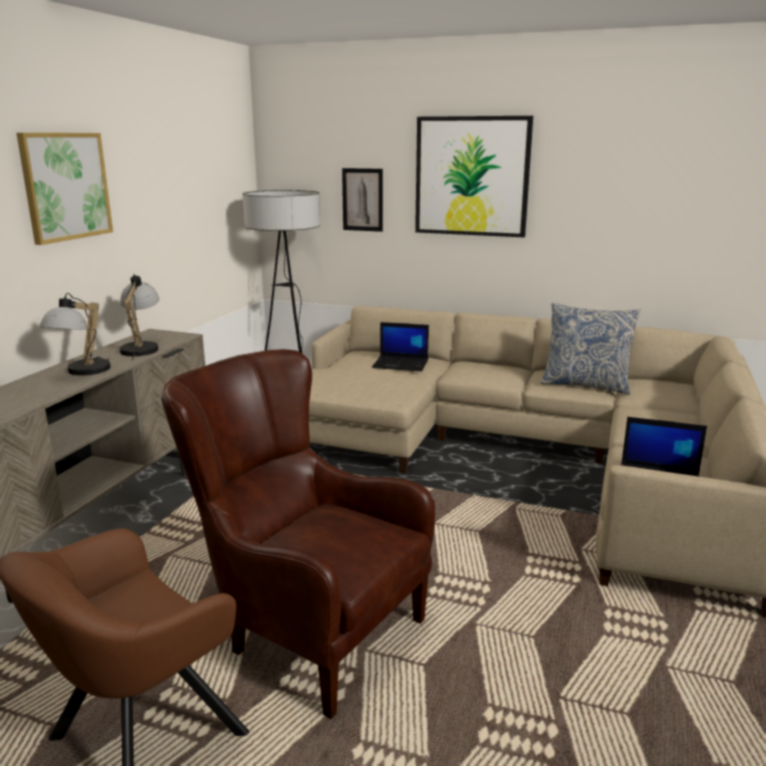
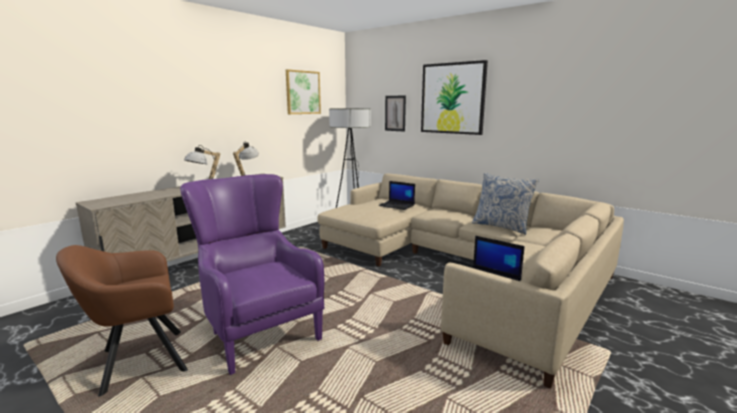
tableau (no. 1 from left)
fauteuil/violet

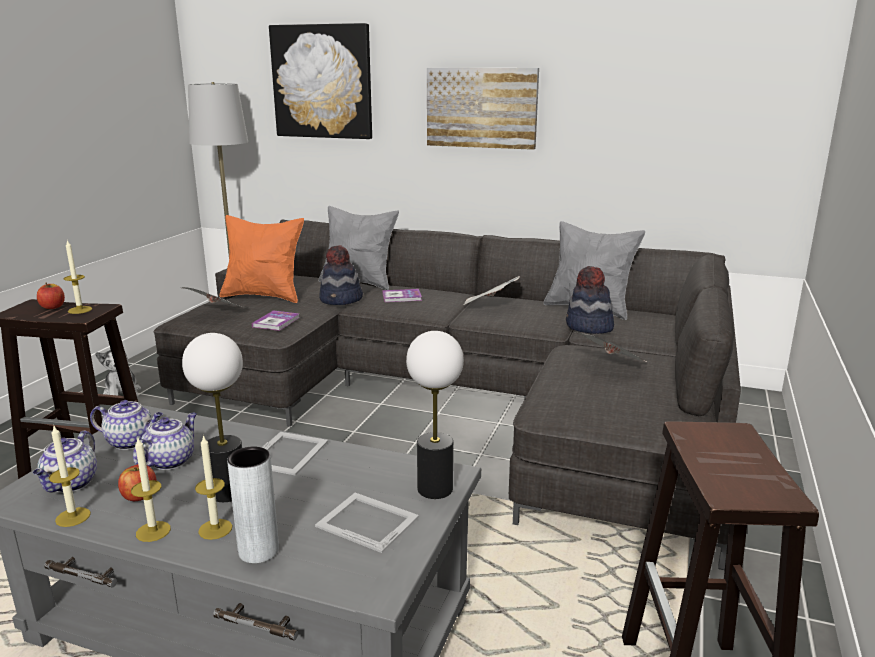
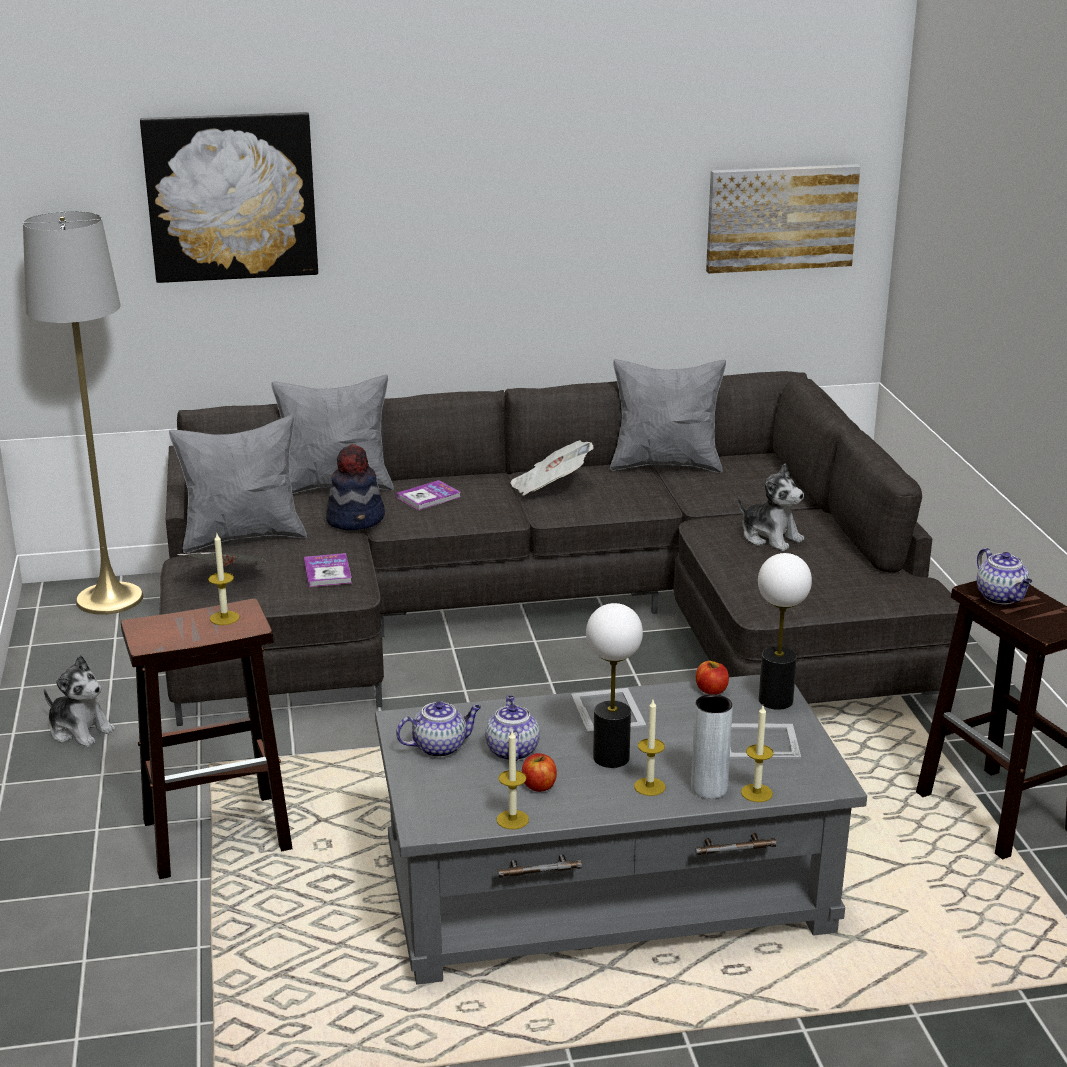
théière (no. 3 from left)
pomme (no. 2 from left)
bougie (no. 4 from left)
coussin/gris (no. 1 from left)
tableau (no. 2 from left)
chapeau (no. 2 from left in the first image)
peluche (no. 2 from left)

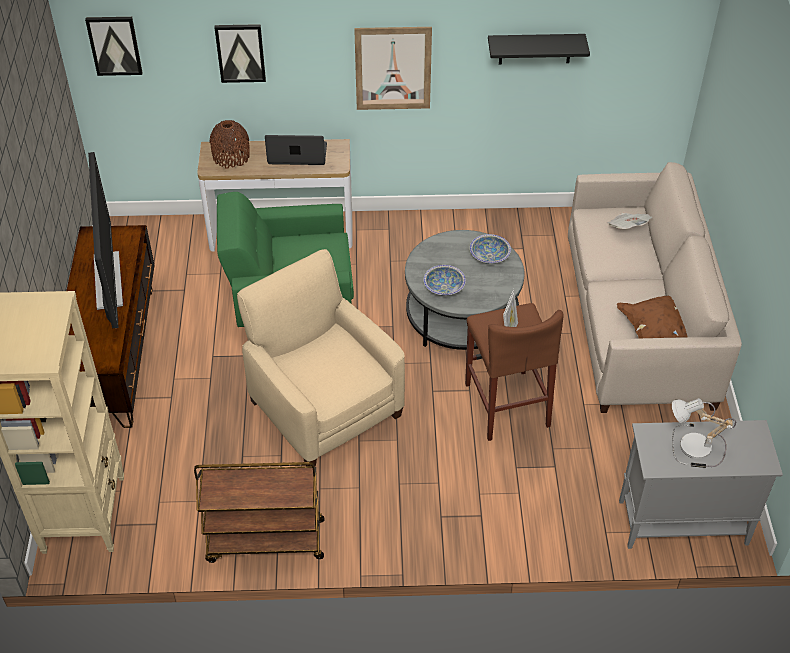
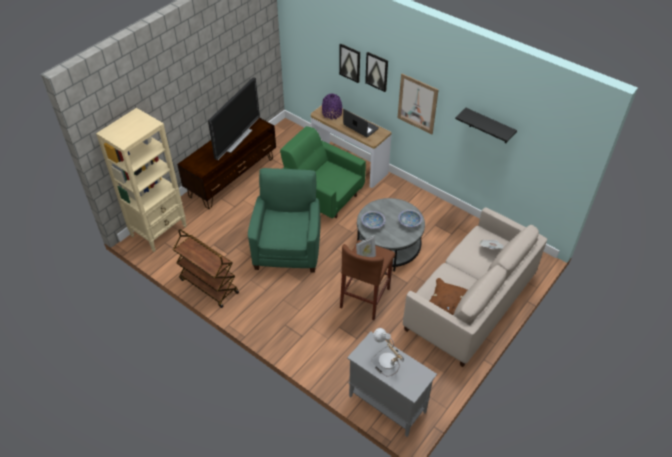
tableau (no. 2 from left)
vase/violet
fauteuil/vert (no. 1 from left)

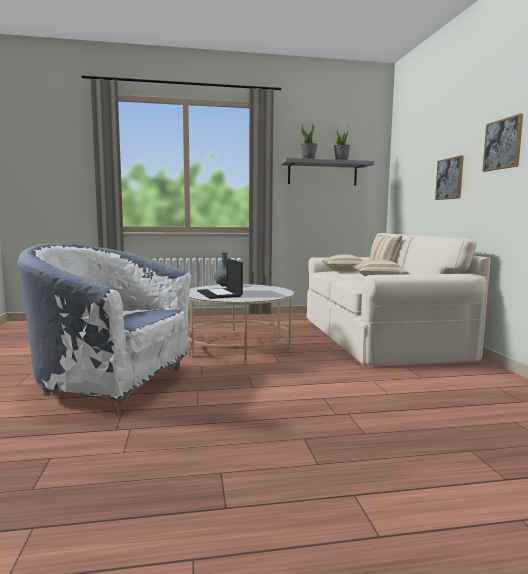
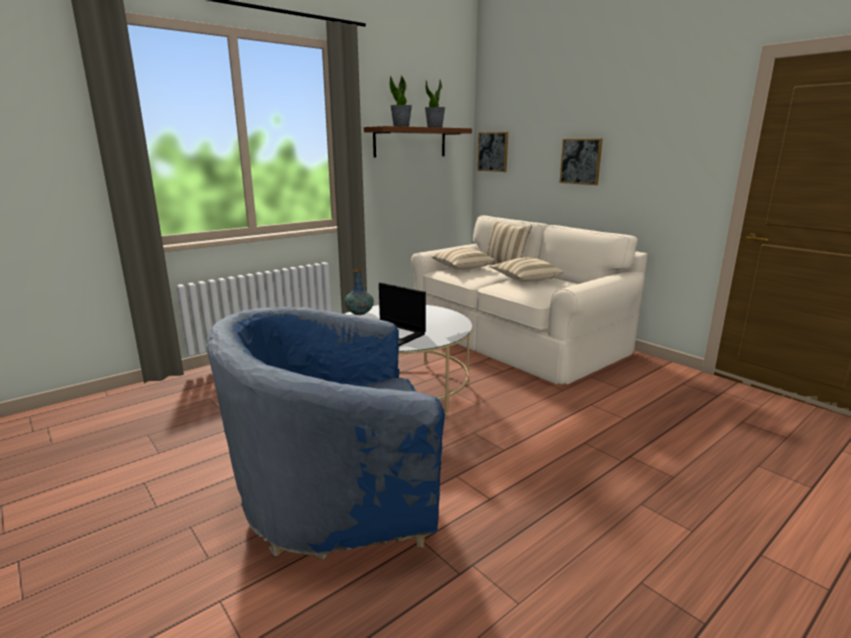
fauteuil/bleu
étagère/marron
tableau (no. 1 from left)

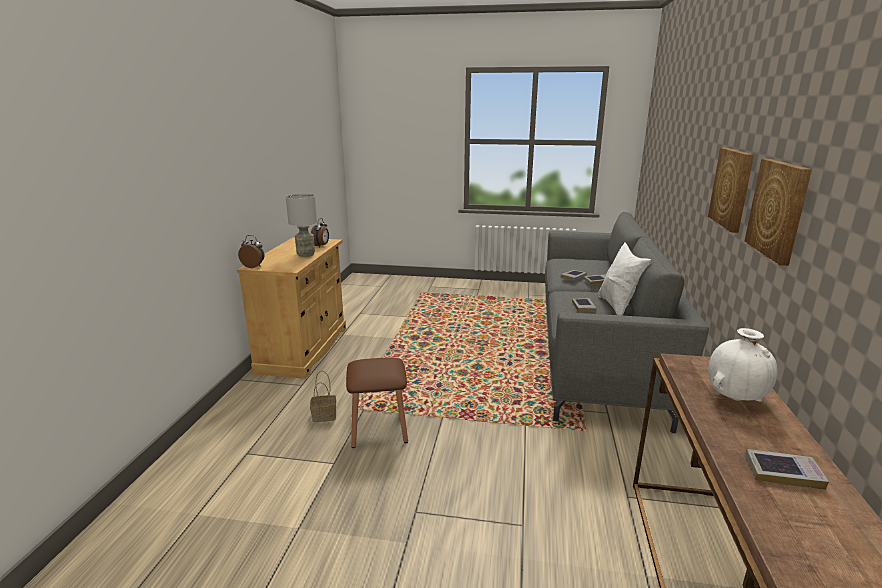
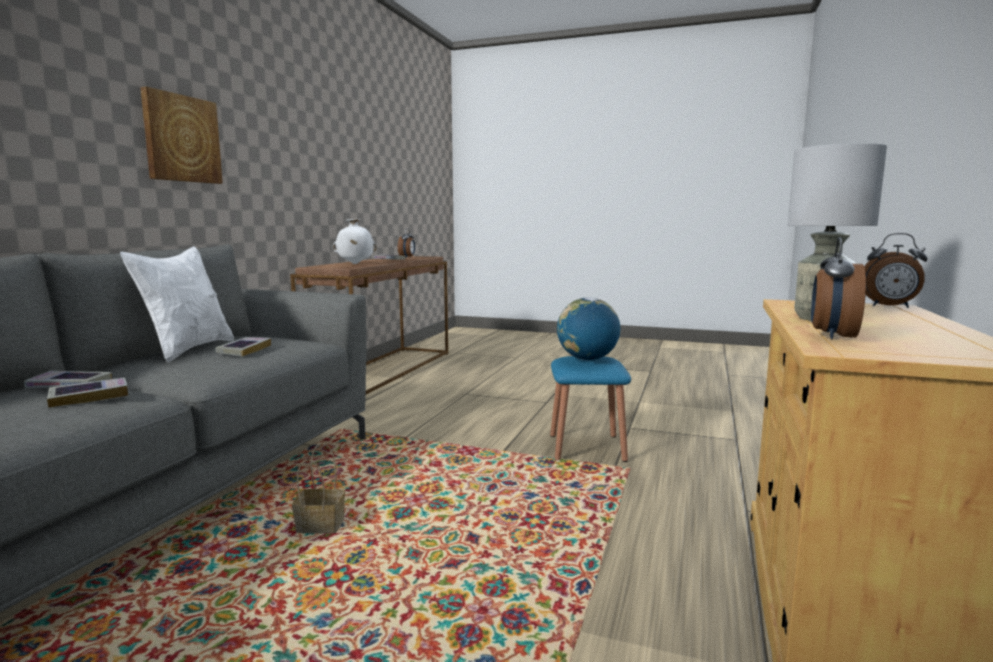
panier
tabouret/bleu
tableau (no. 2 from left in the first image)
réveil (no. 1 from left)
globe

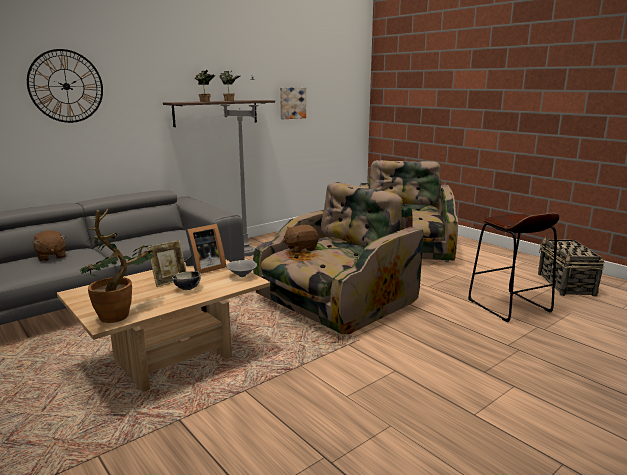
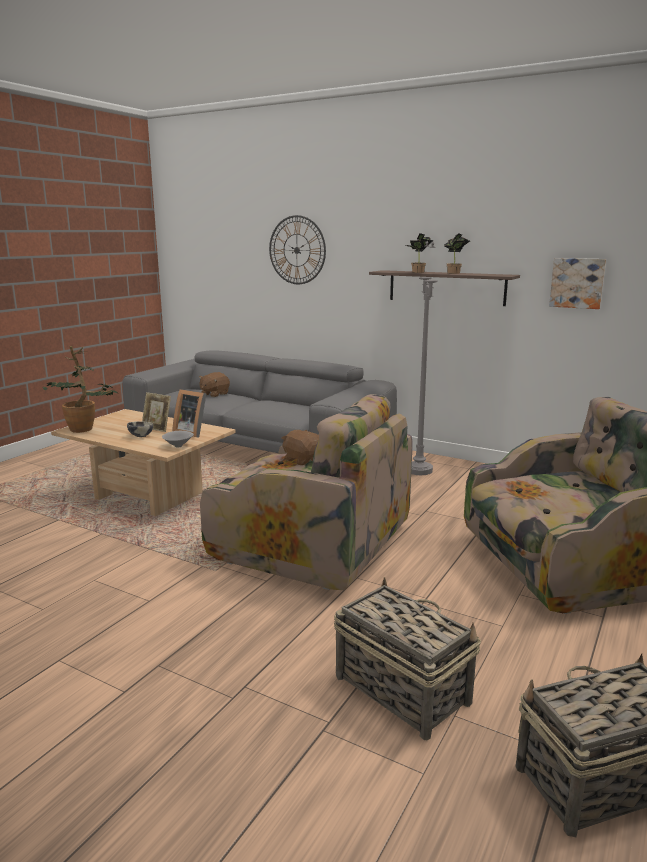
panier (no. 1 from left)

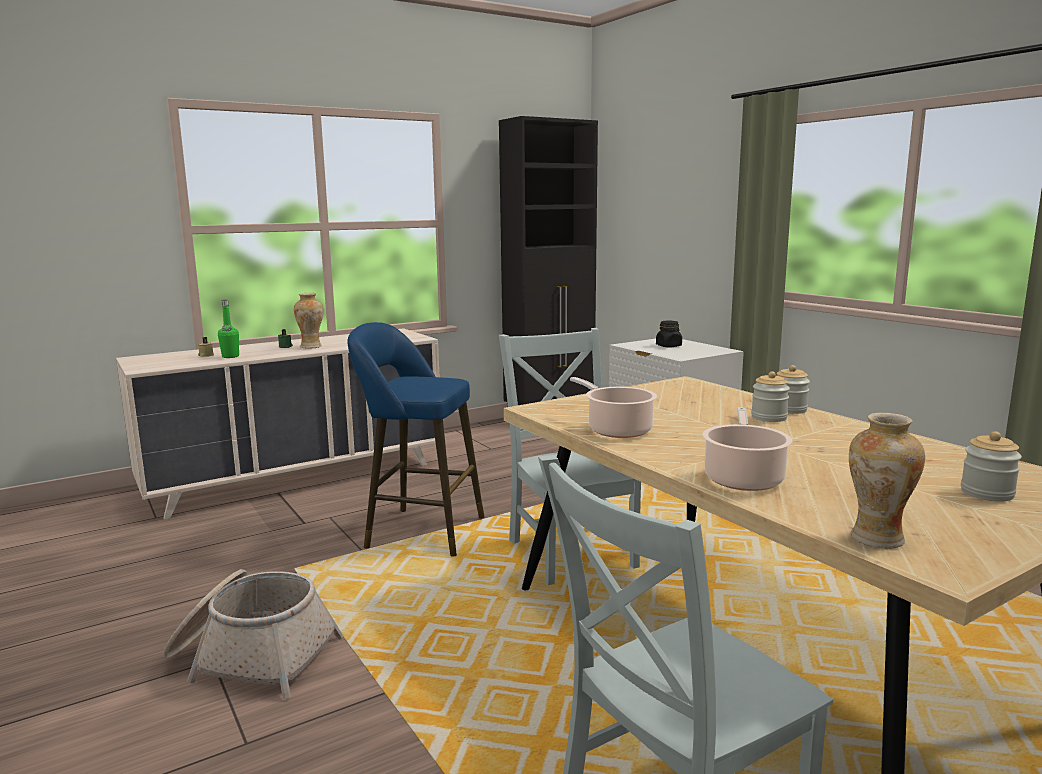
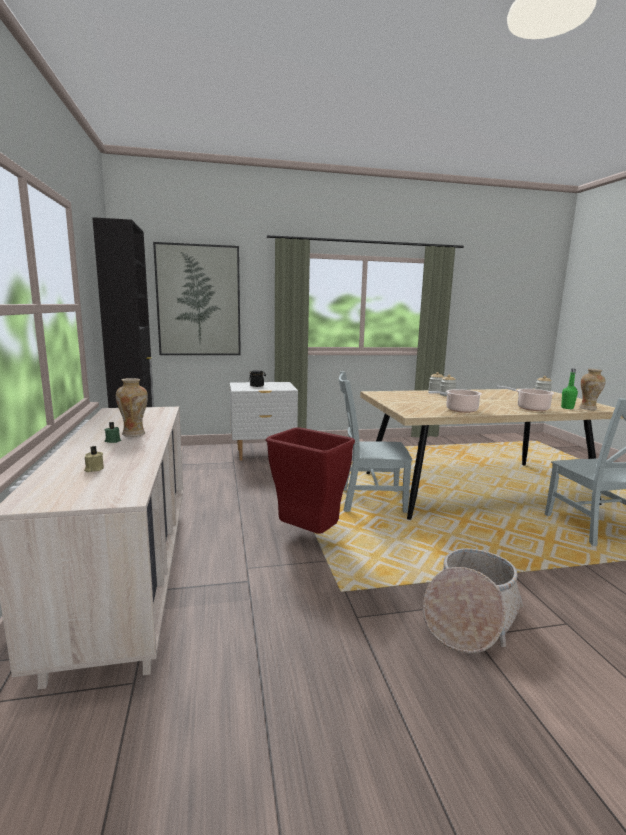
bouteille/vert
poubelle/rouge
tableau

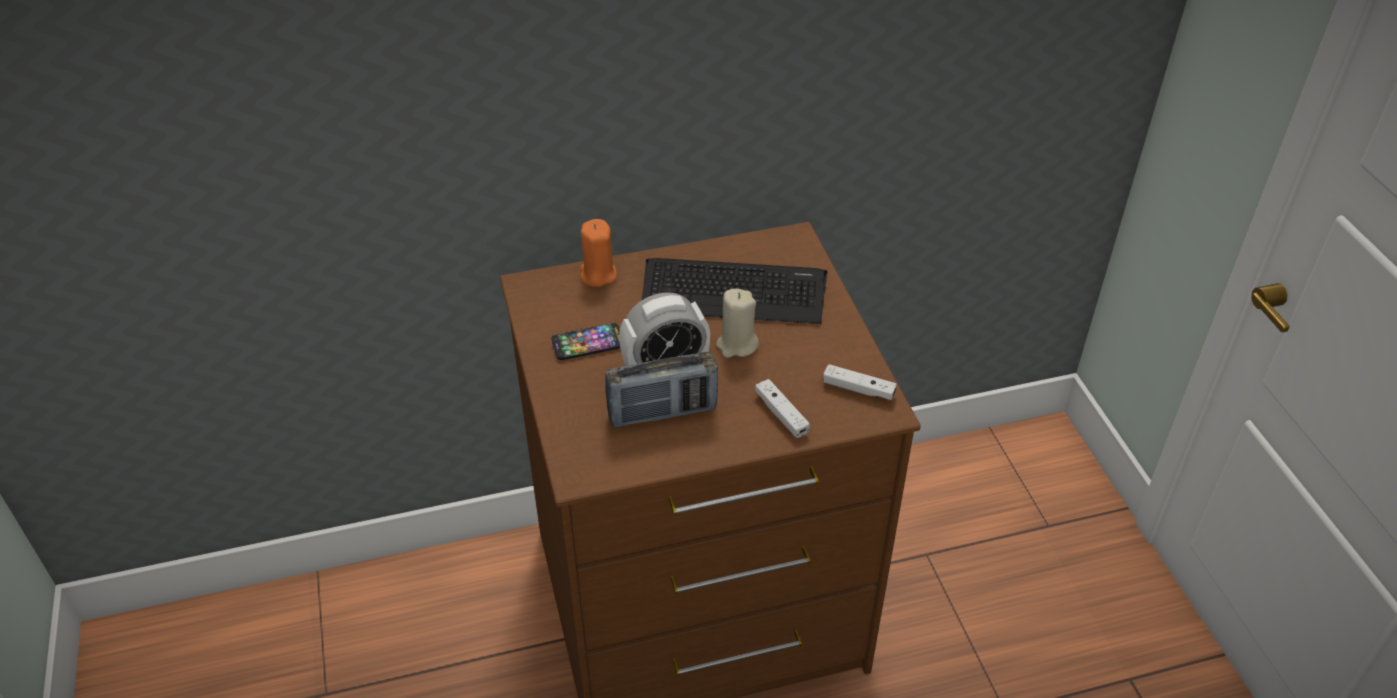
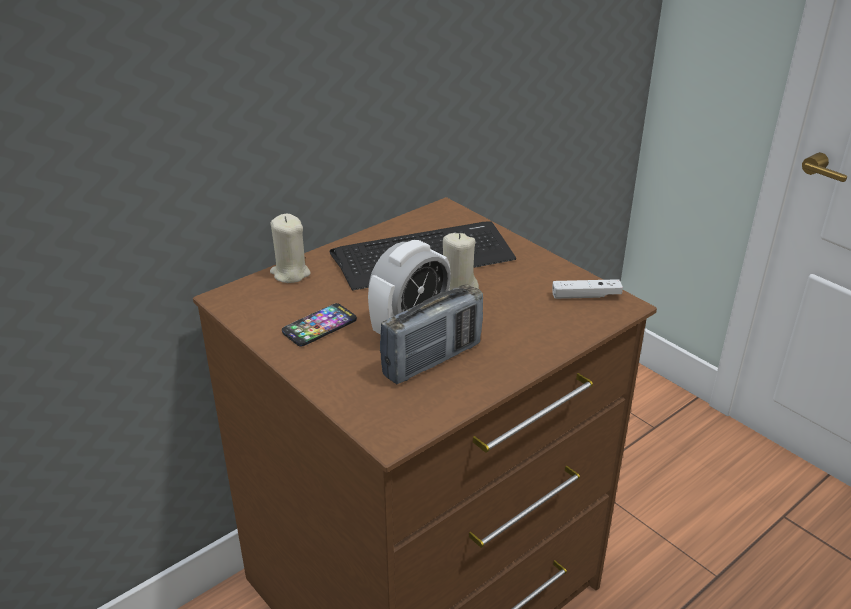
bougie/beige (no. 1 from left)
manette/blanc (no. 1 from left in the first image)

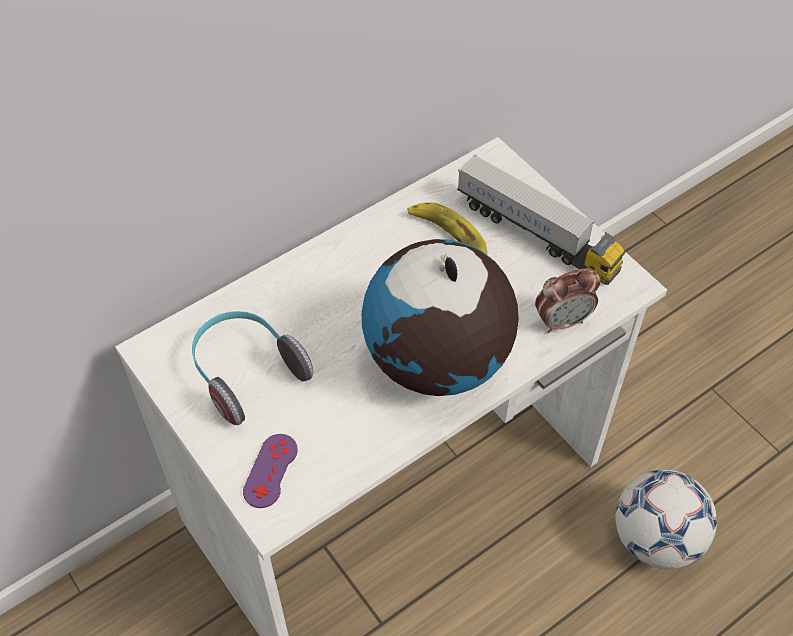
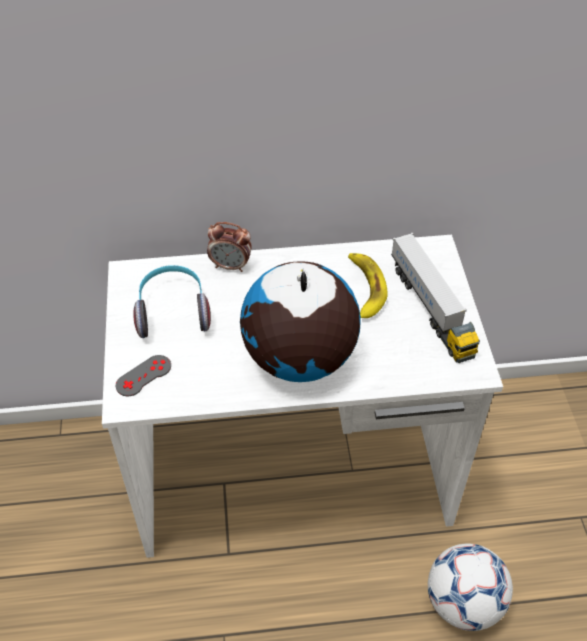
manette/gris
réveil

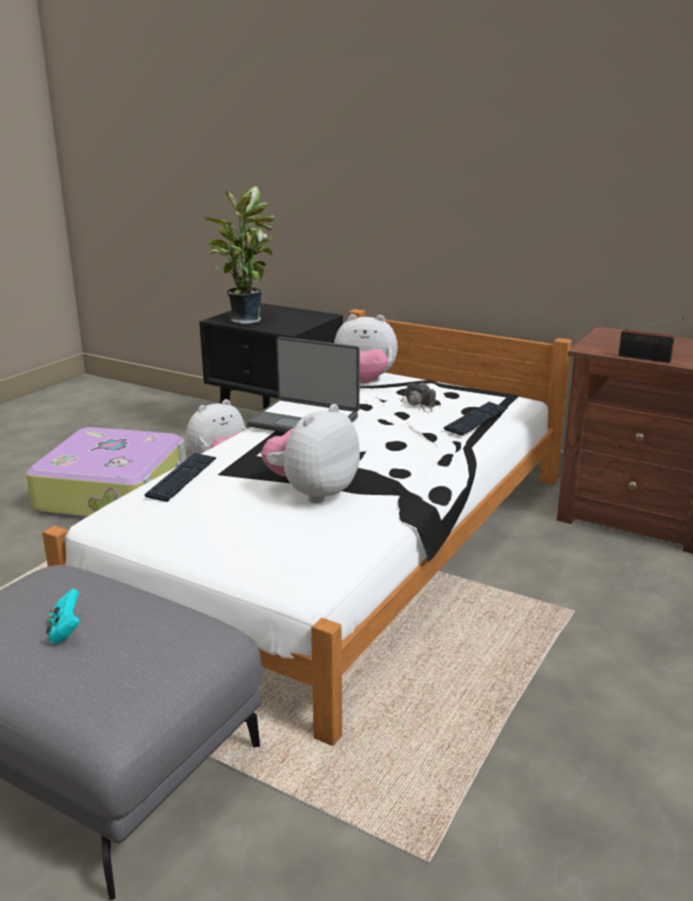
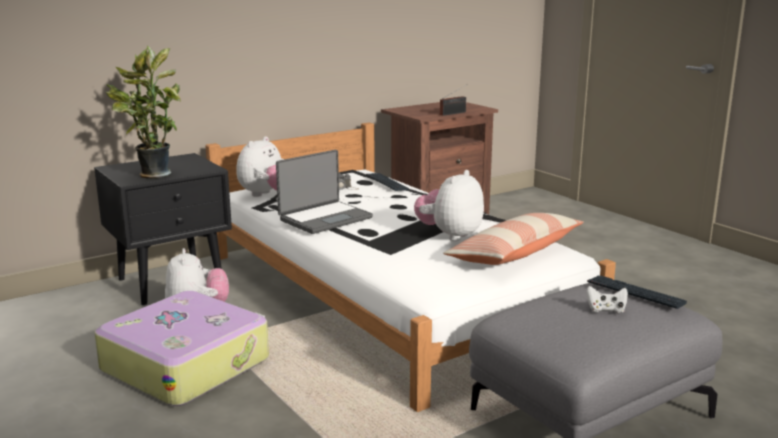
manette/blanc
clavier (no. 2 from left)
peluche (no. 3 from left)
coussin

